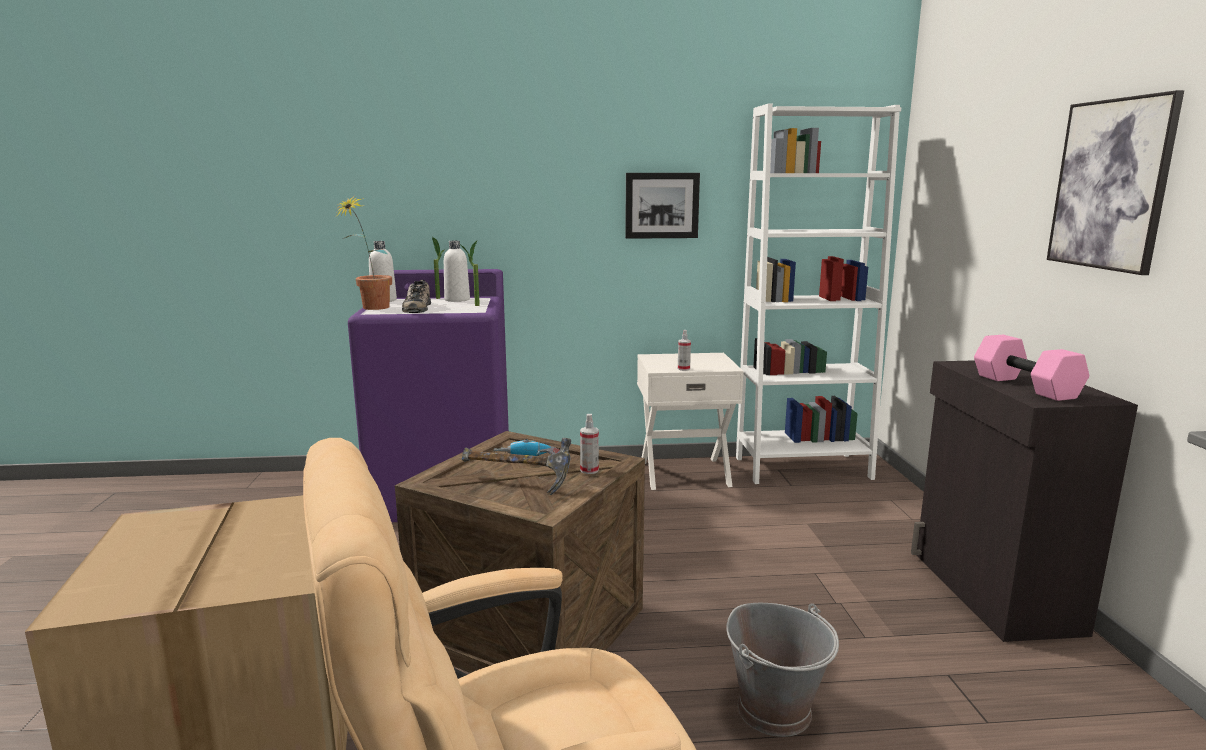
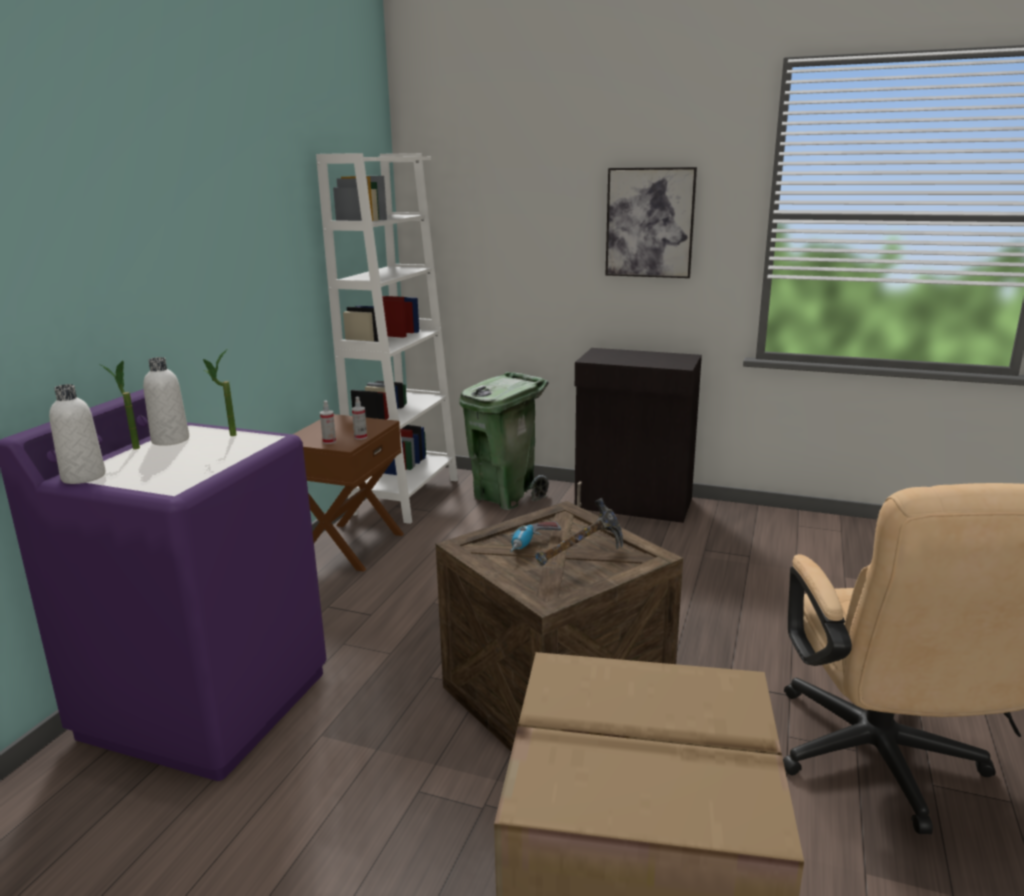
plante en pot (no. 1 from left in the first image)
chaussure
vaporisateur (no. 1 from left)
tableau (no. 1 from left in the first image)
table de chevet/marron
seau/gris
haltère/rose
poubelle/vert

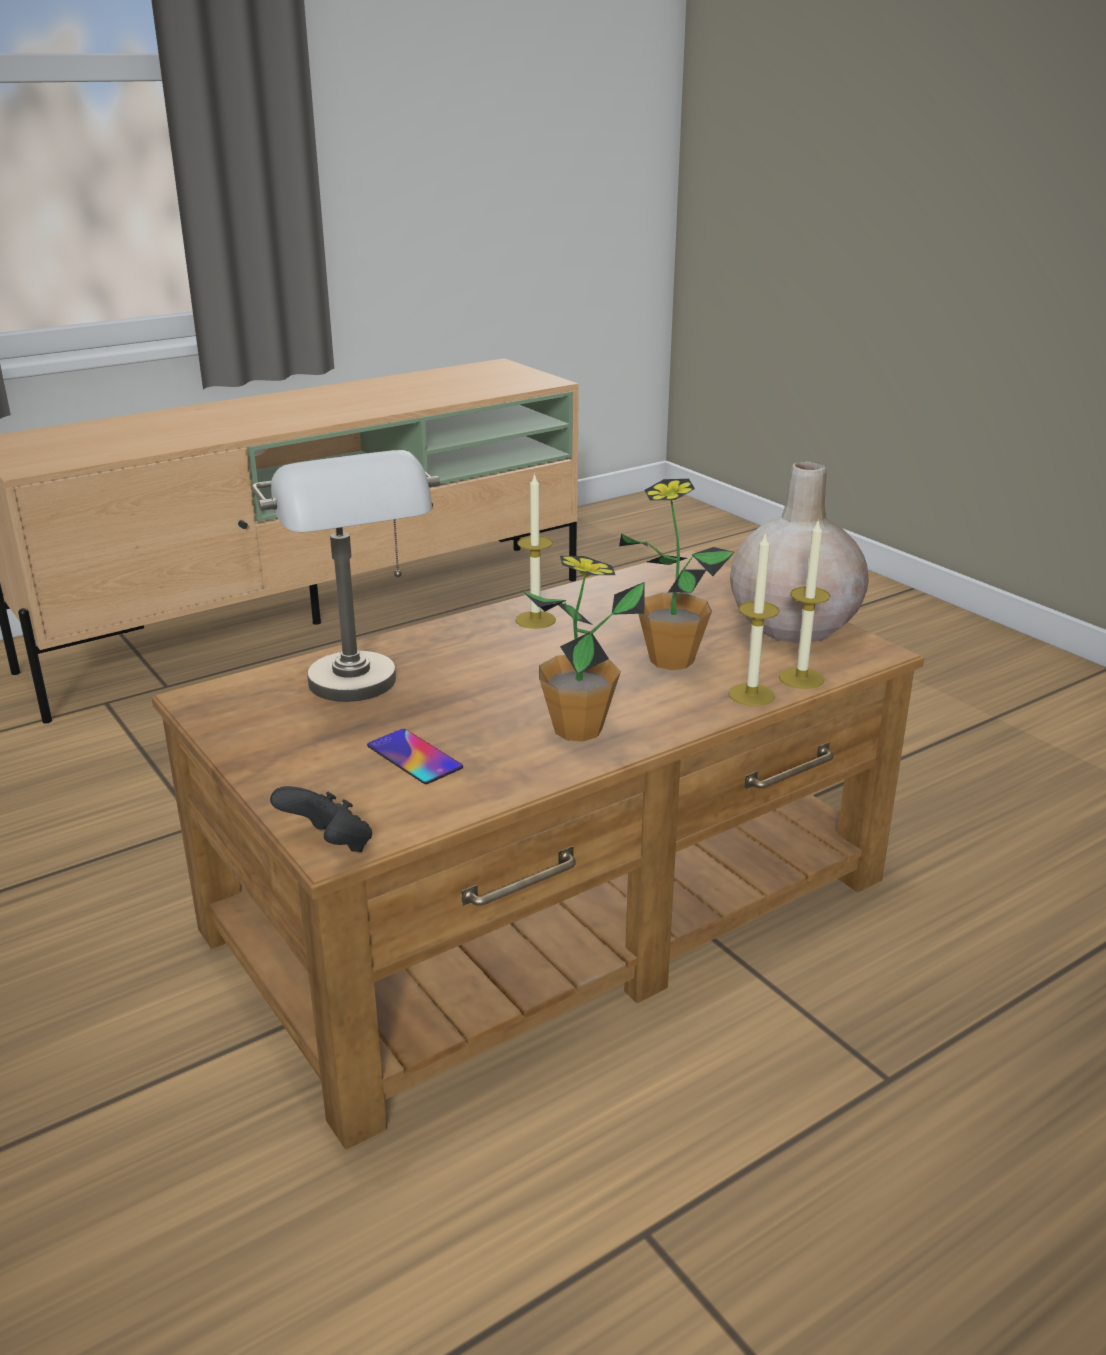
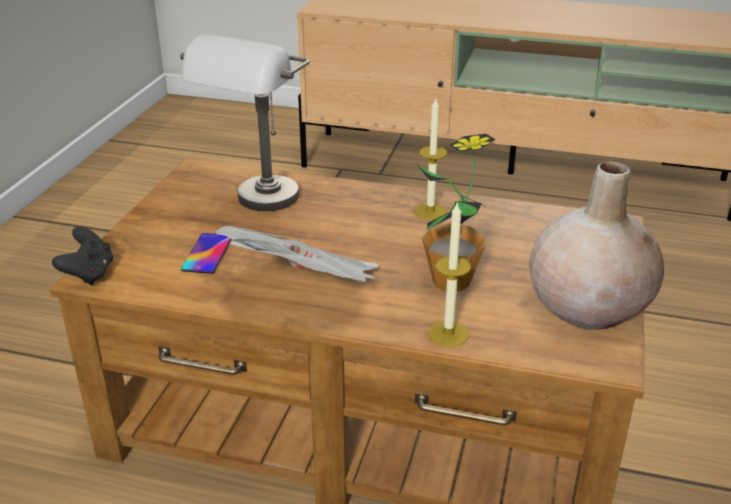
journal
bougie (no. 3 from left in the first image)

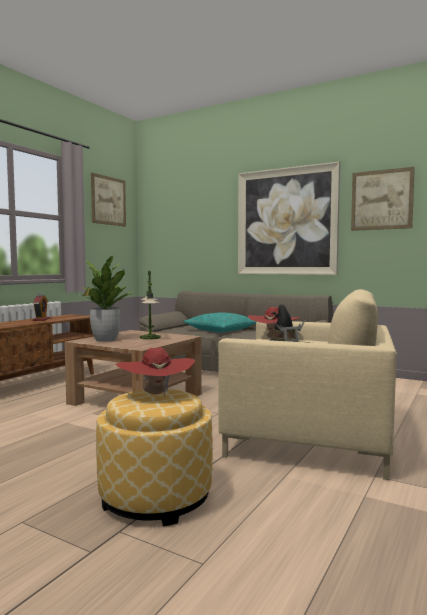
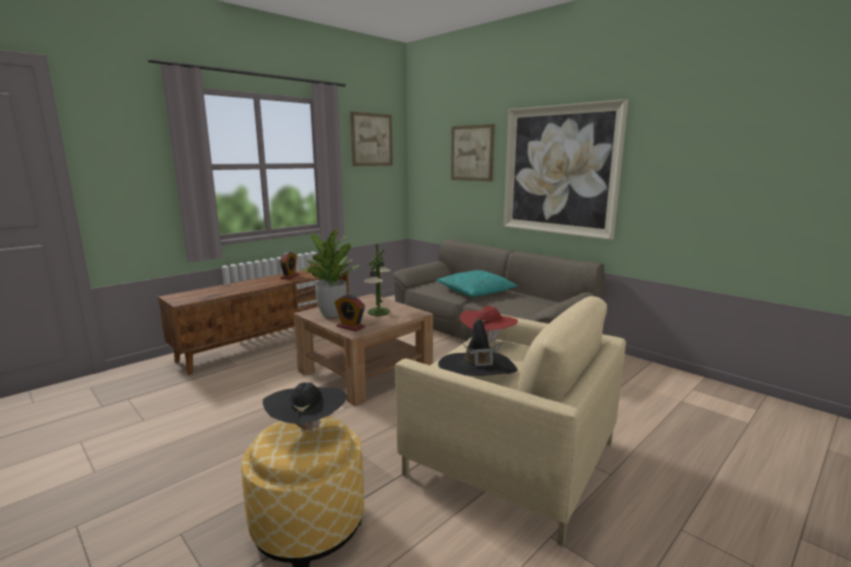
chapeau/noir (no. 1 from left)
tableau (no. 2 from left)
réveil (no. 2 from left)

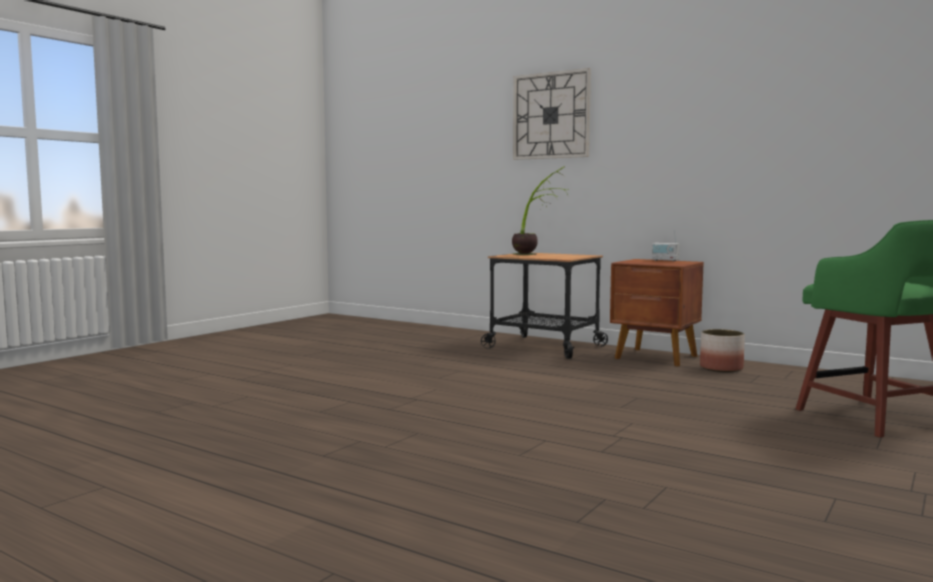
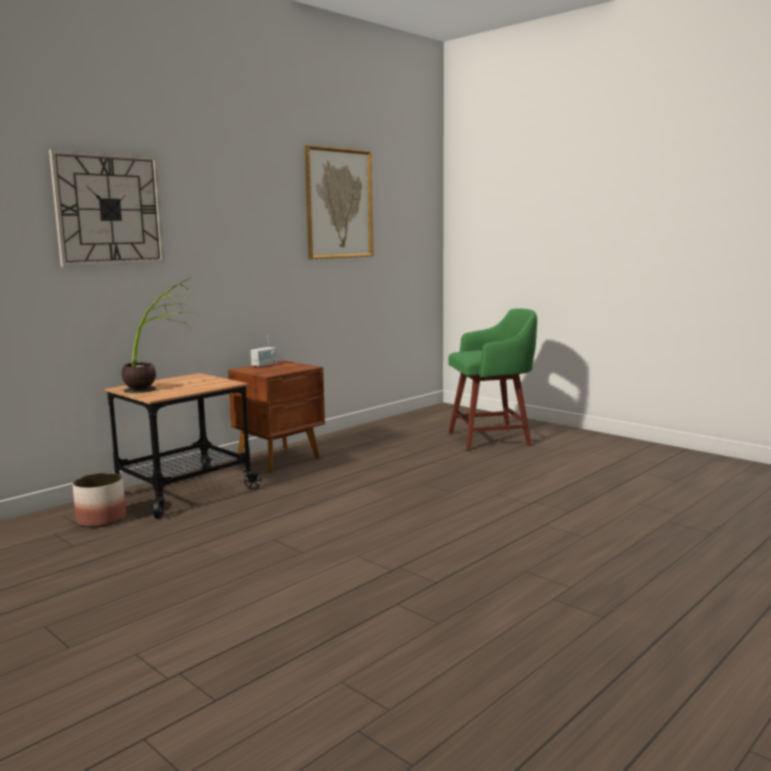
cache-pot
tableau

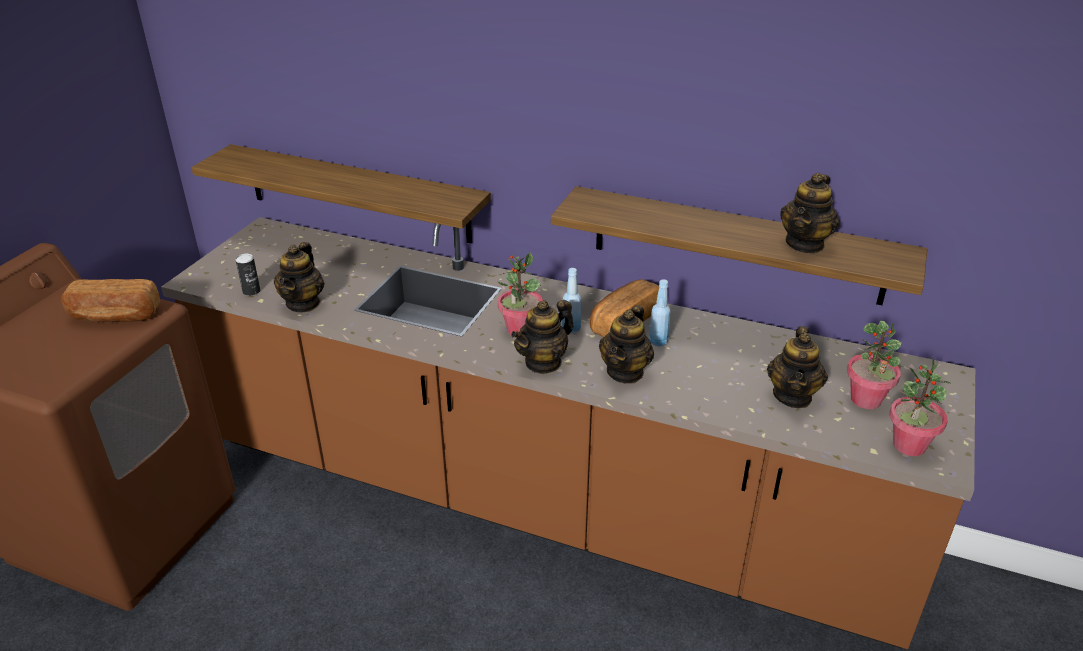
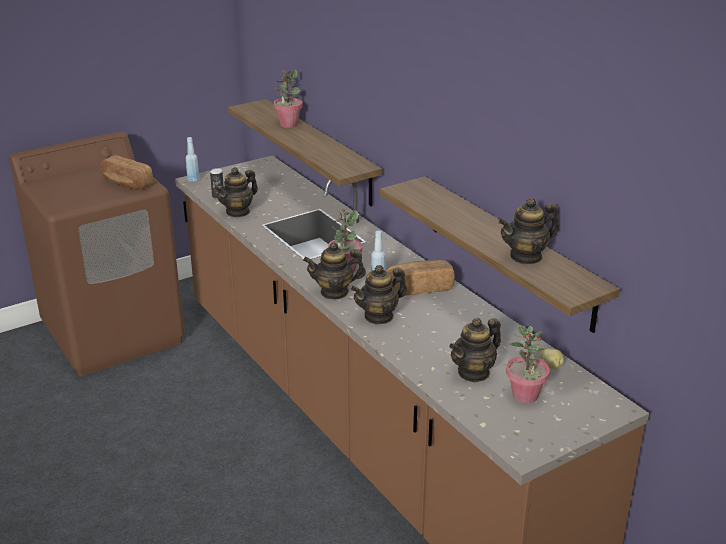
bouteille/bleu (no. 1 from left)
plante en pot (no. 1 from left)
pomme de terre

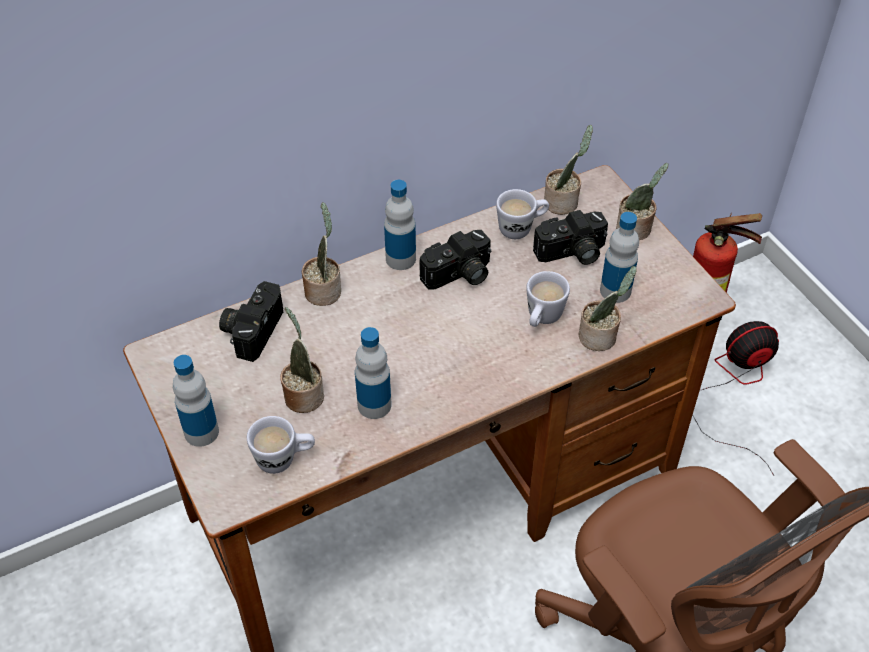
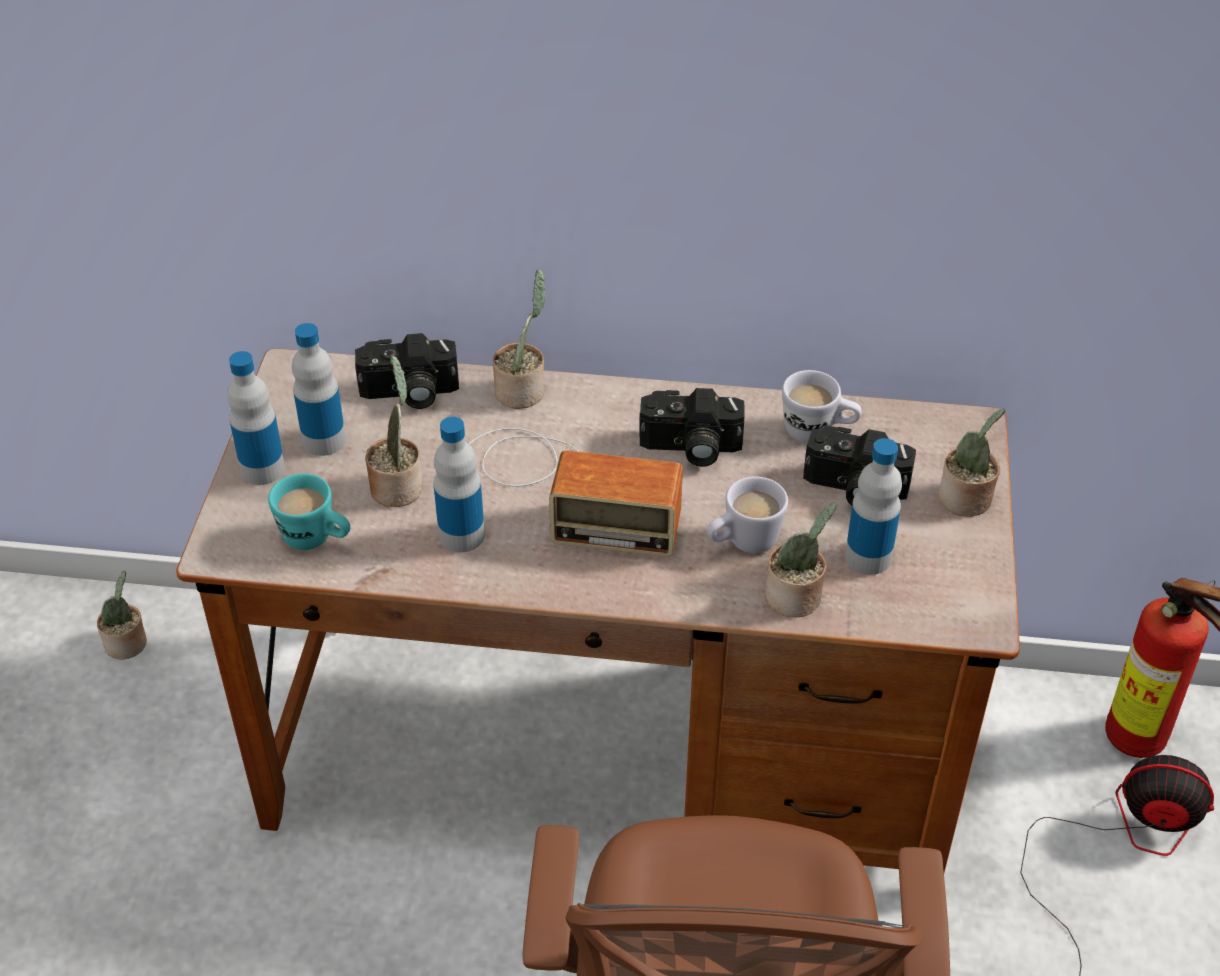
appareil photo (no. 1 from left)
mug/turquoise
bouteille (no. 2 from left)
plante en pot (no. 1 from left)
radio

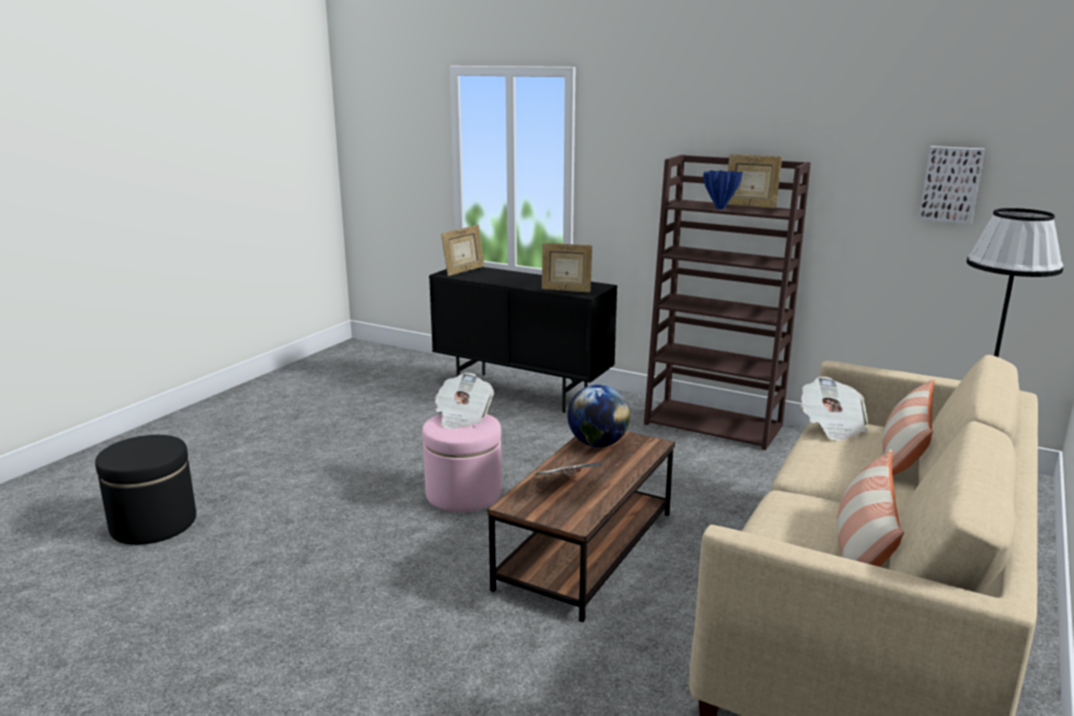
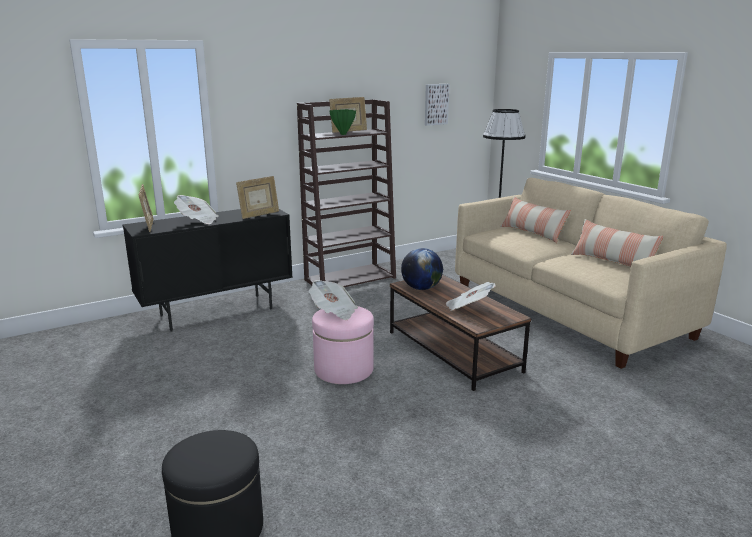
vase/vert
journal (no. 1 from left)

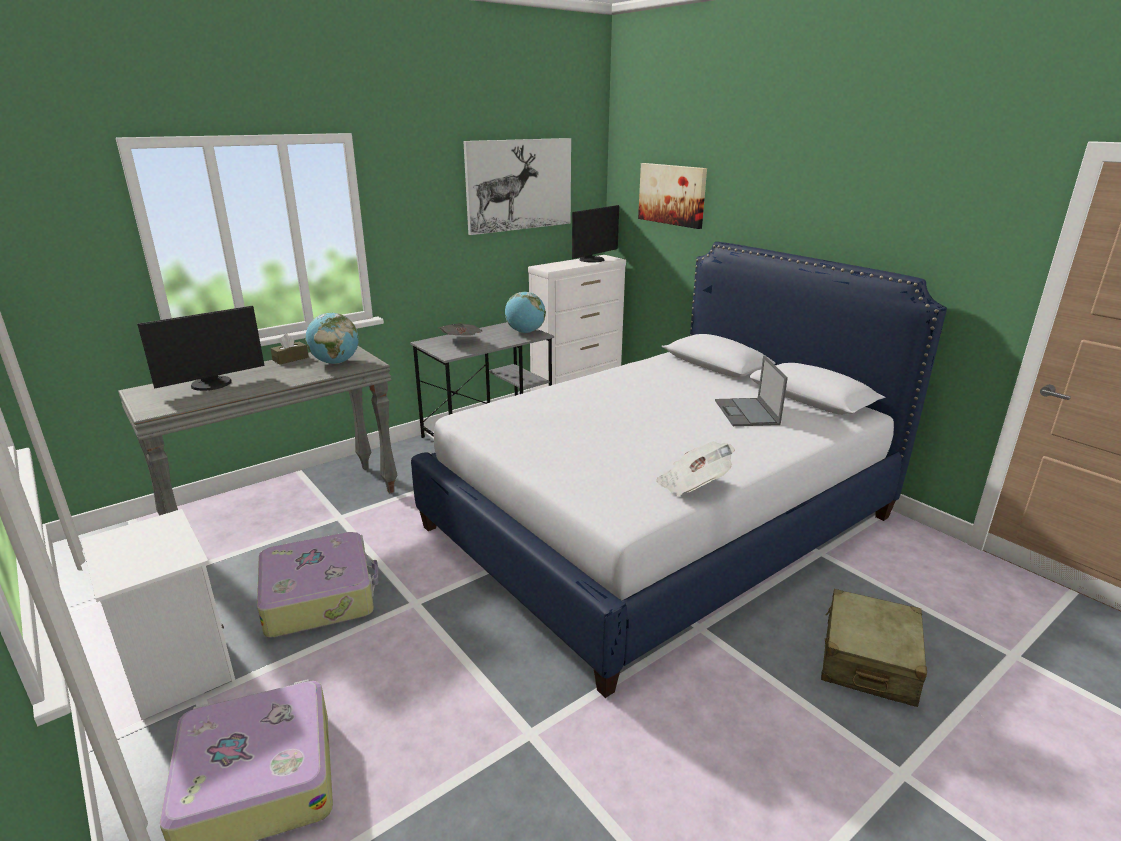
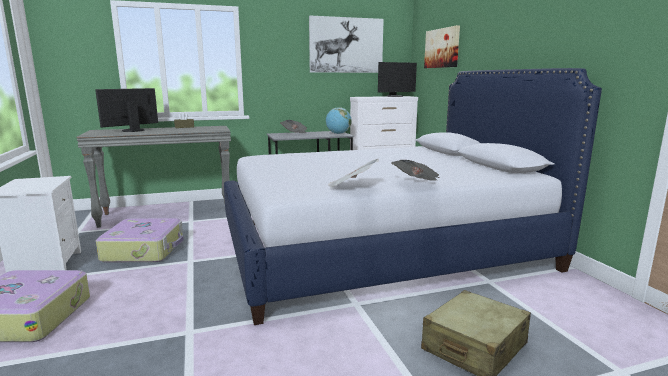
écran d'ordinateur (no. 1 from left)
globe (no. 1 from left in the first image)
ordinateur portable
journal (no. 3 from left)

